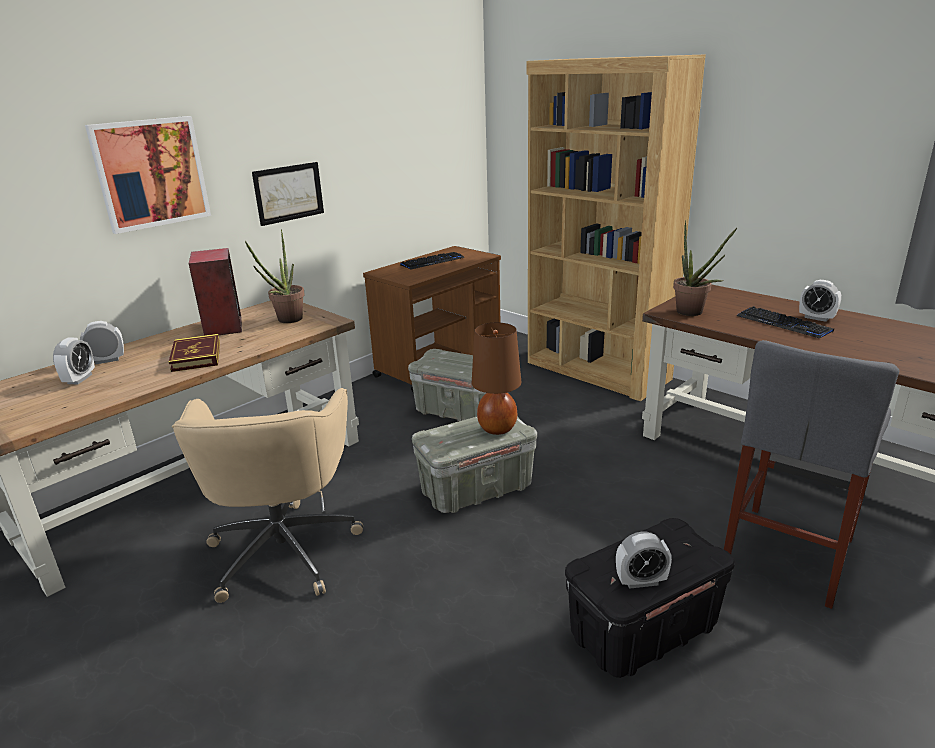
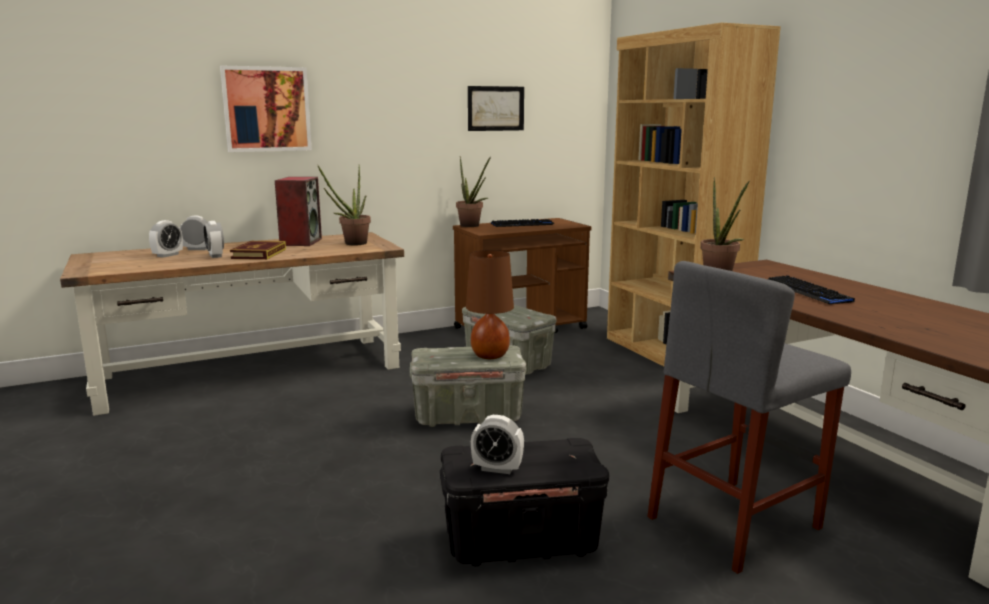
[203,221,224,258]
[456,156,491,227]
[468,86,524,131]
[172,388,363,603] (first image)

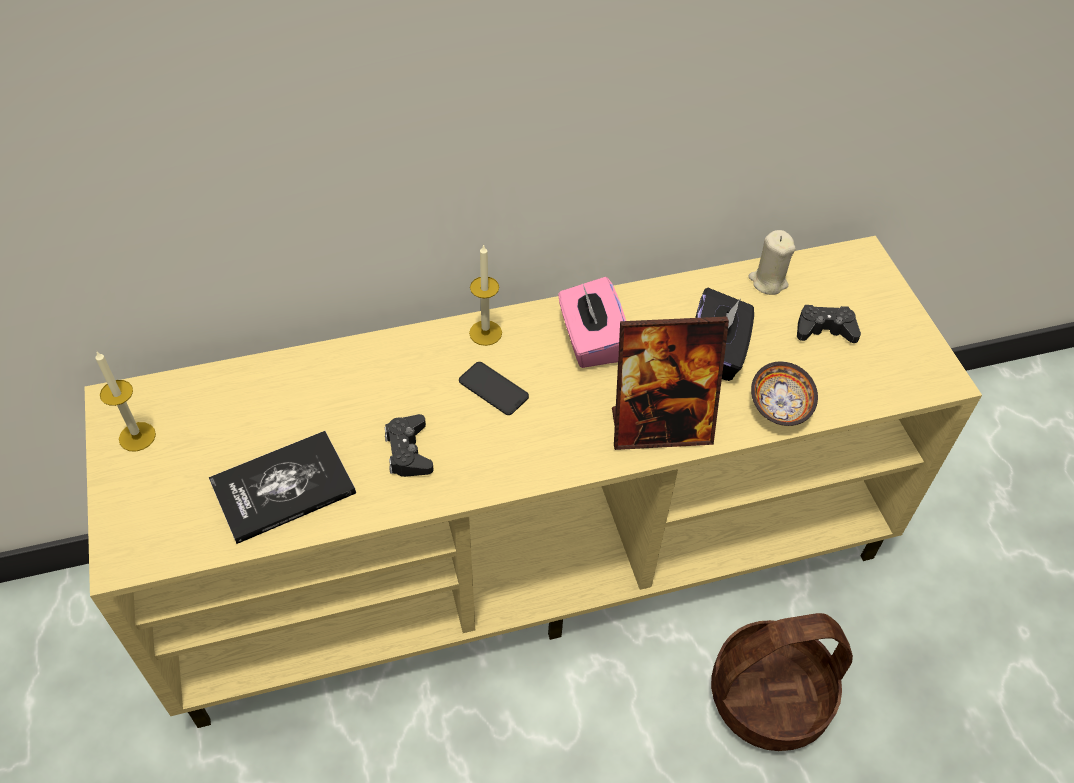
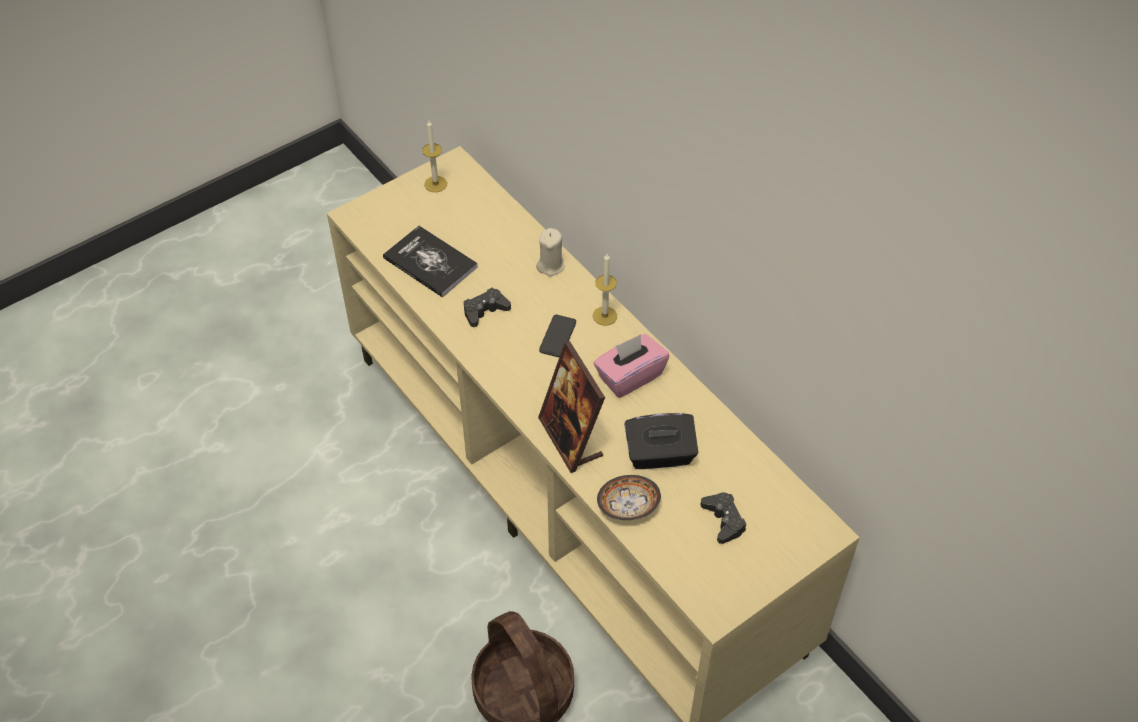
[536,228,565,276]

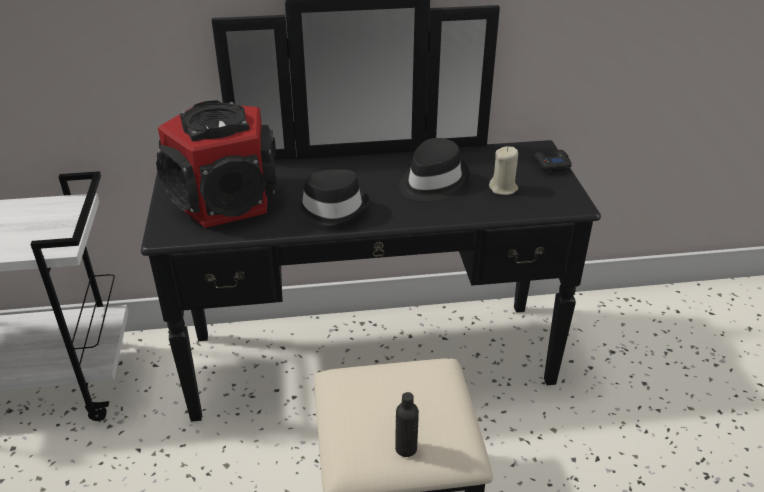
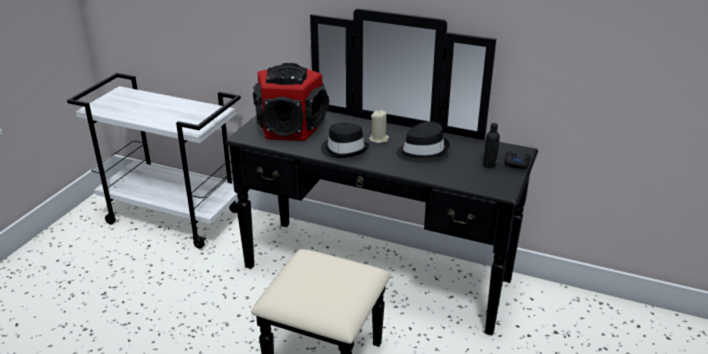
[369,110,389,143]
[483,123,500,168]

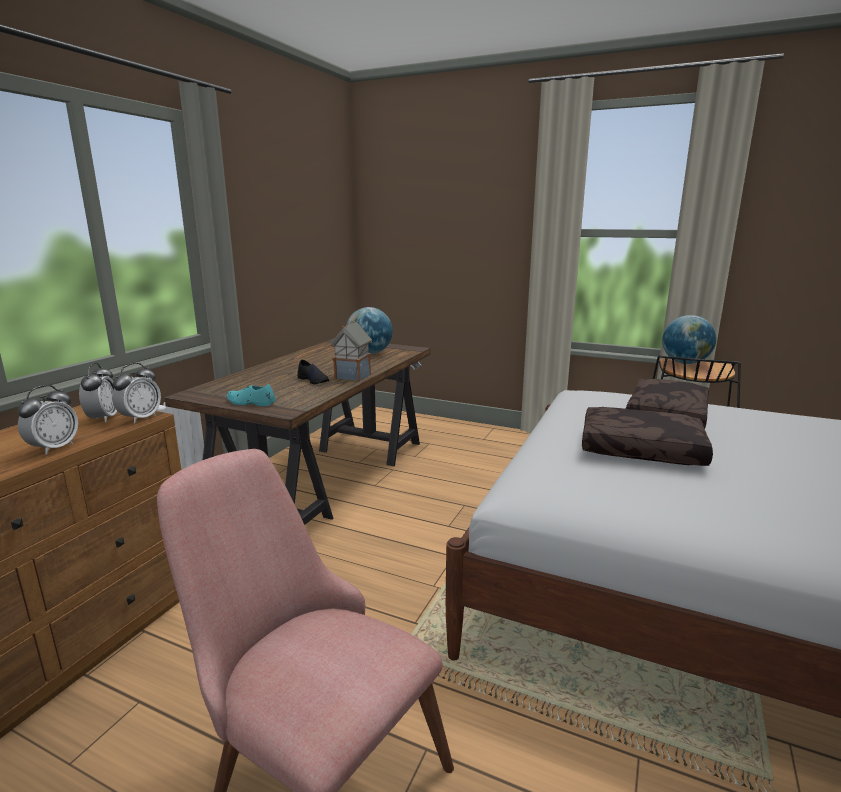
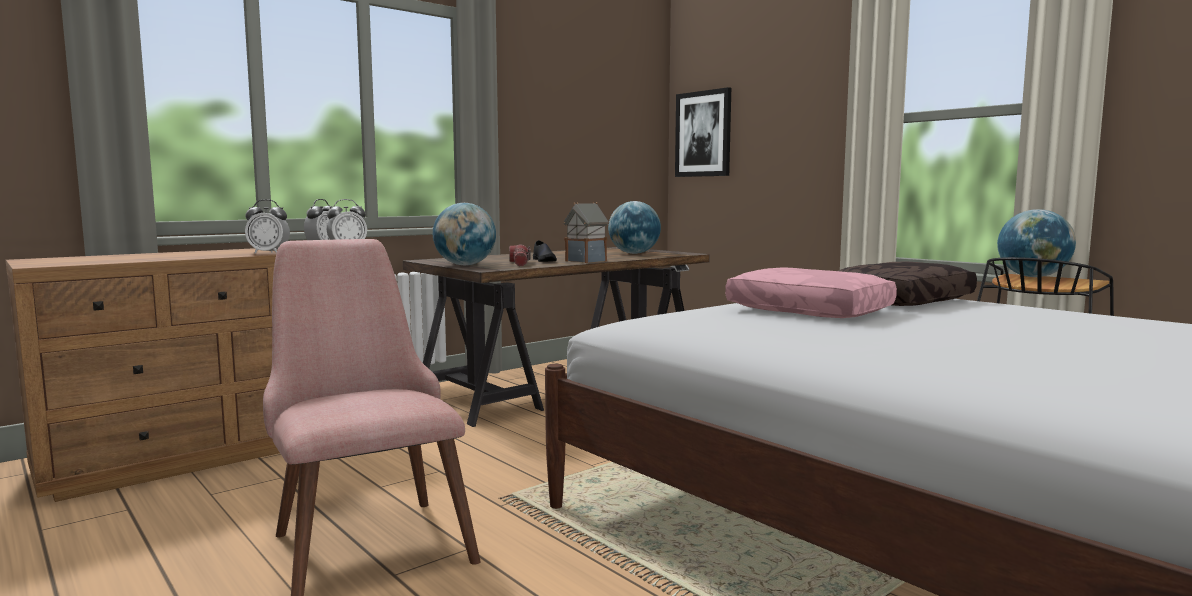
[245,199,290,254]
[433,203,496,265]
[509,245,531,266]
[675,87,731,177]
[725,268,897,318]

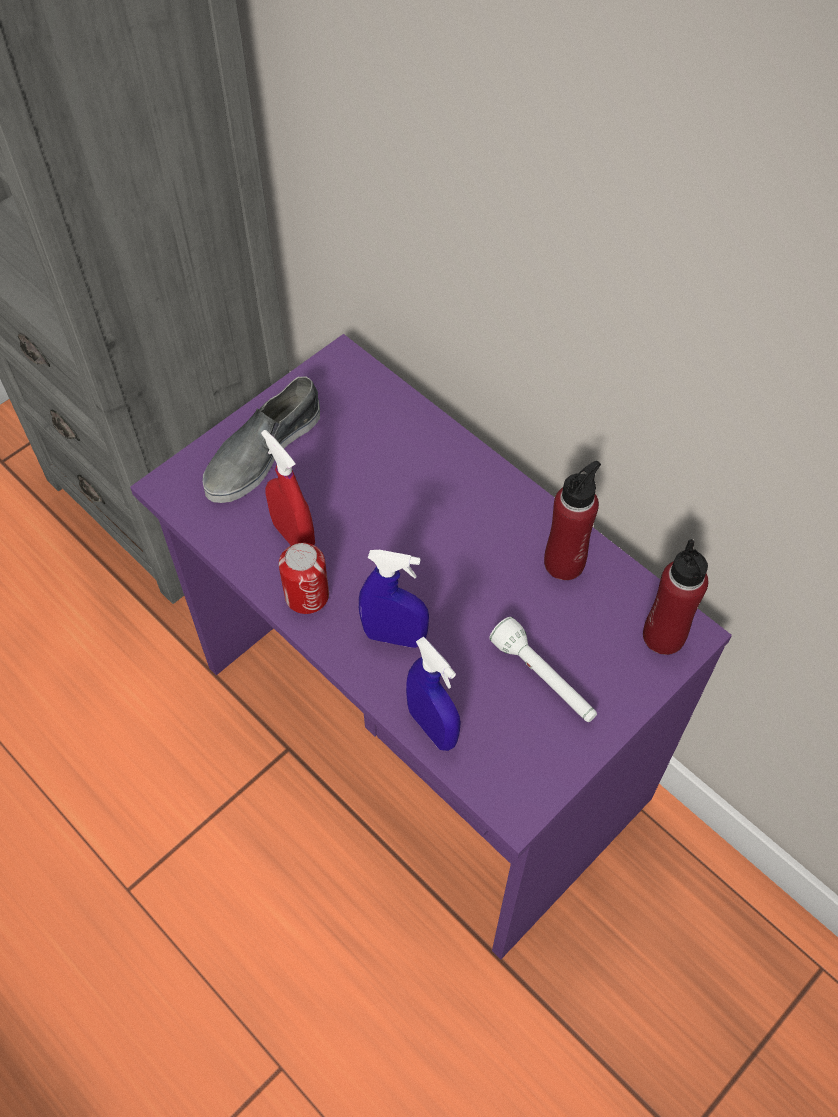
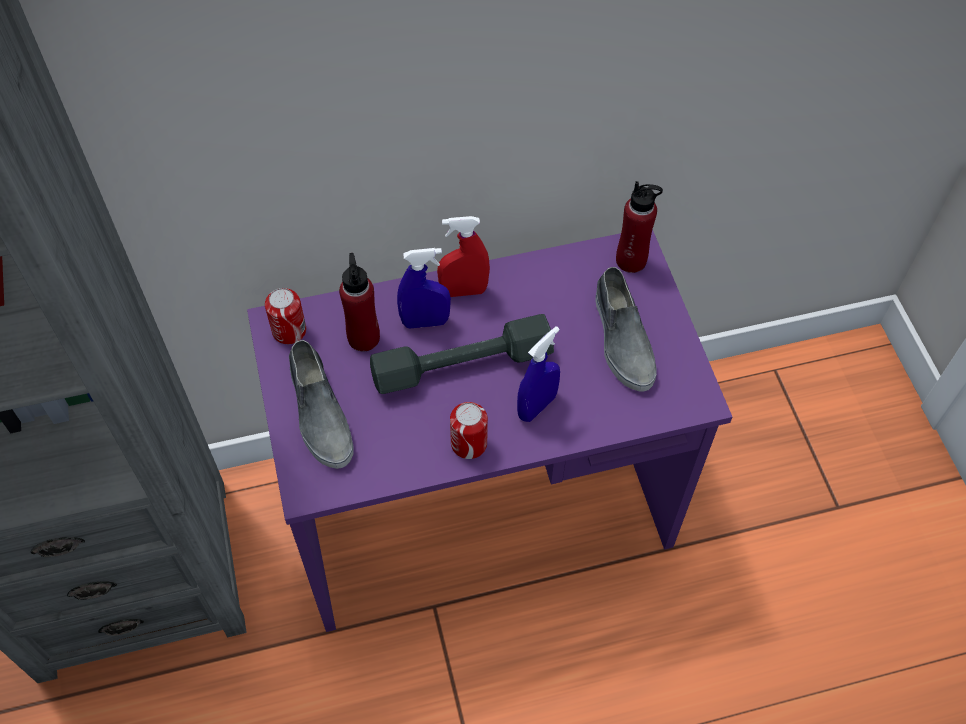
[265,288,306,344]
[339,253,380,351]
[370,314,554,394]
[397,248,451,328]
[437,216,490,297]
[595,267,657,392]

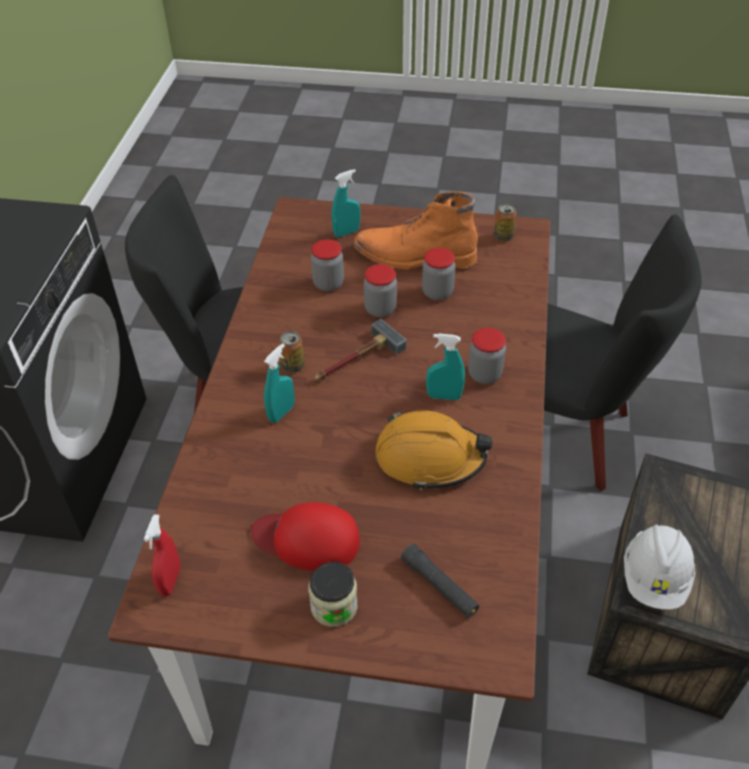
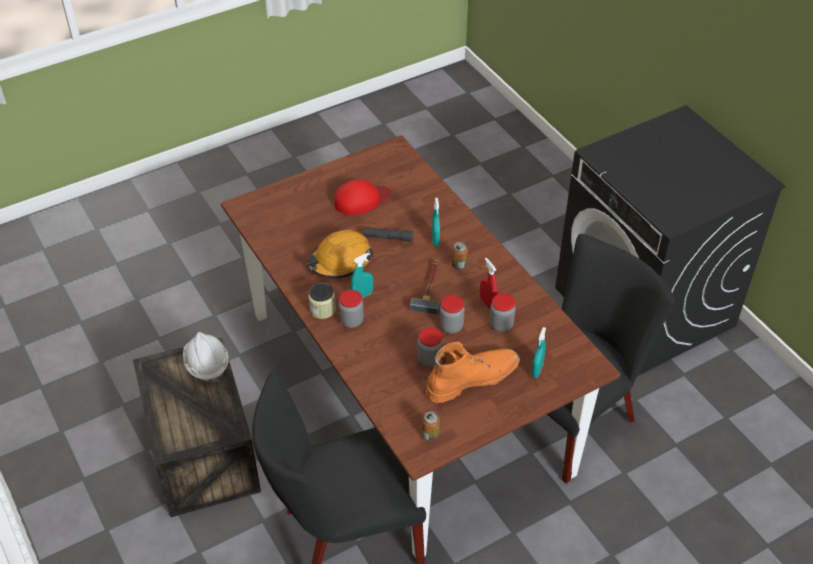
[308,282,336,319]
[364,227,413,242]
[480,258,498,309]

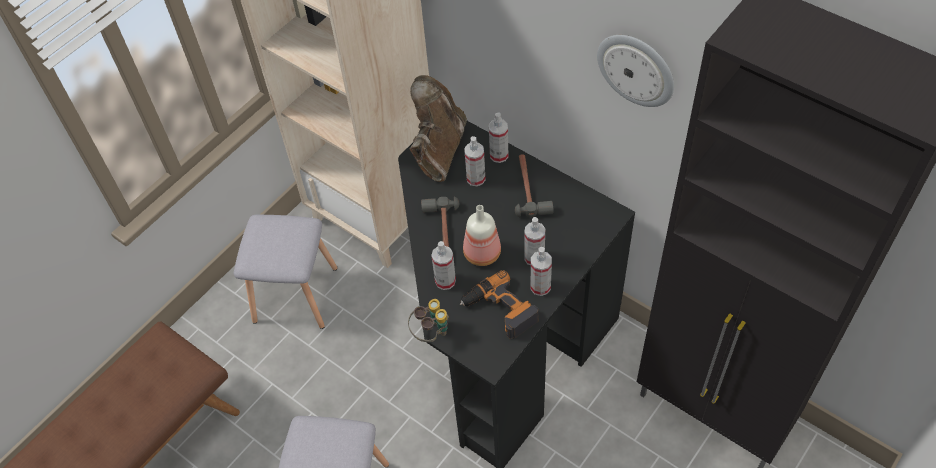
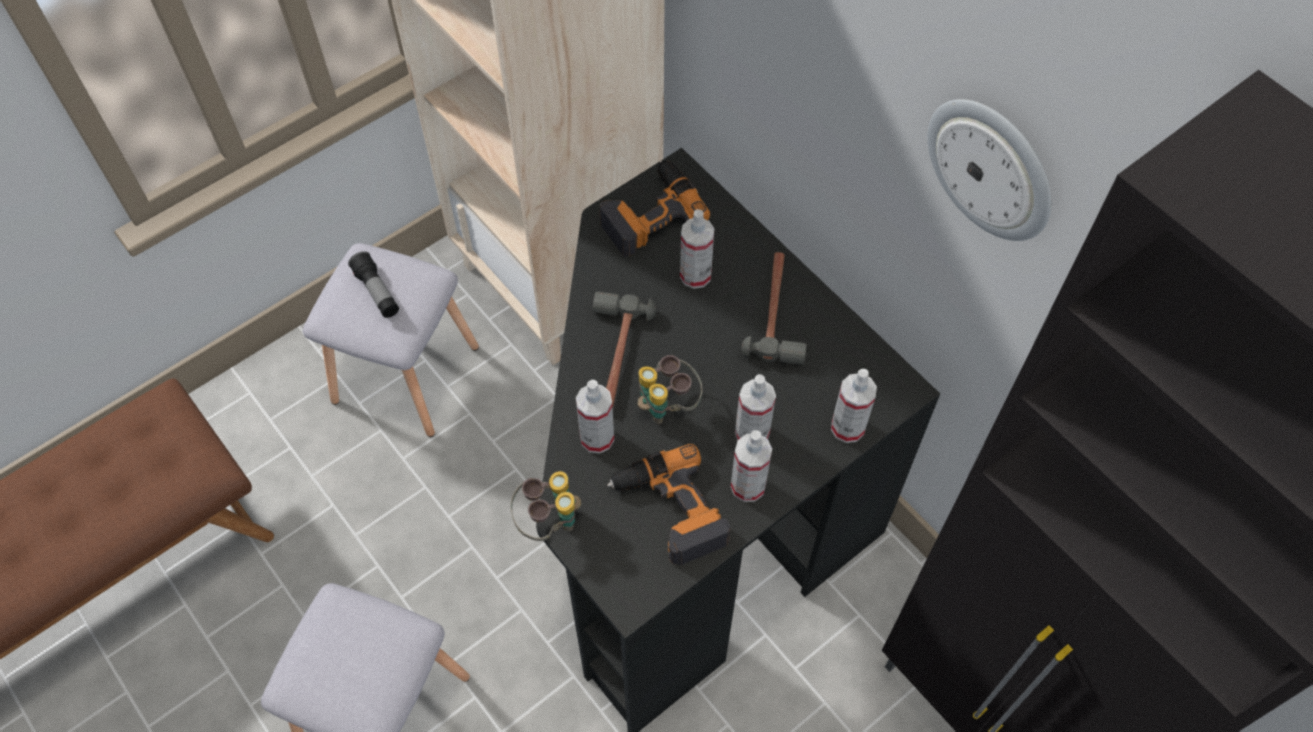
[348,251,399,318]
[600,161,710,257]
[638,355,702,424]
[831,369,877,443]

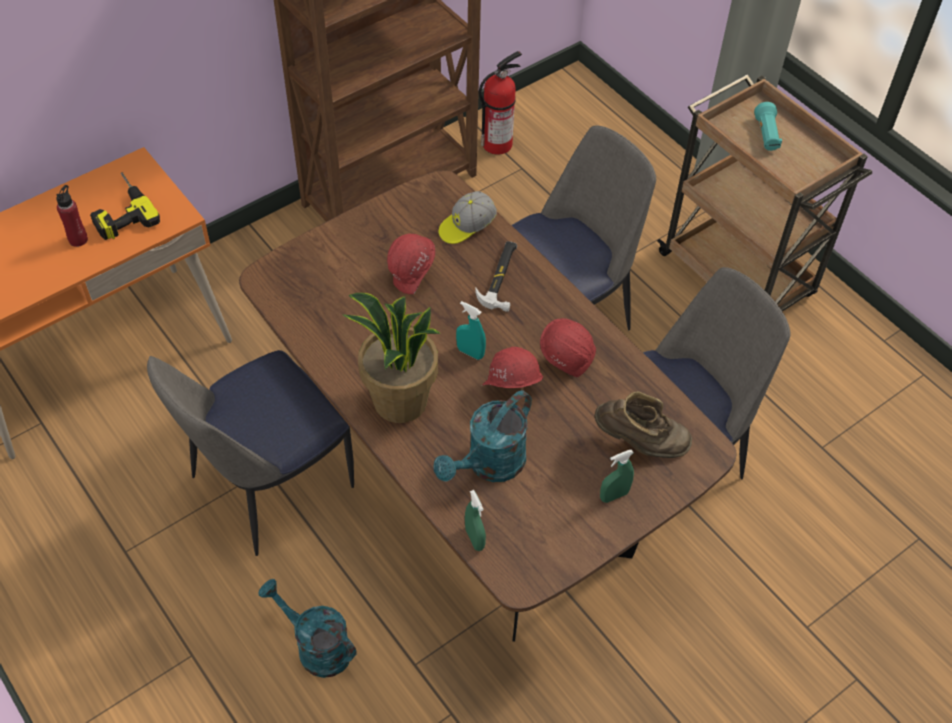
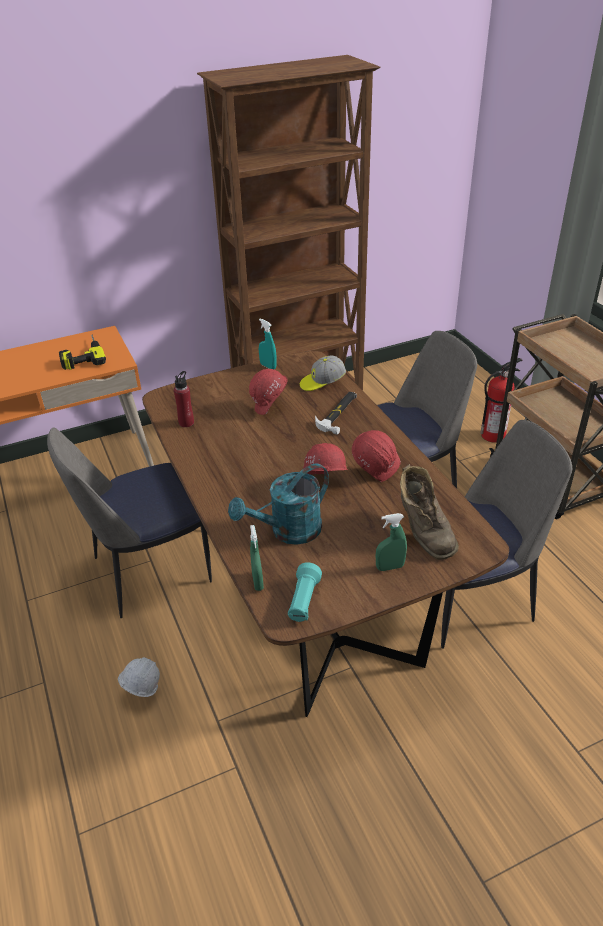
[118,657,160,697]
[174,371,194,427]
[259,319,277,369]
[288,562,322,622]
[400,464,459,560]
[480,358,523,443]
[342,293,440,423] (first image)

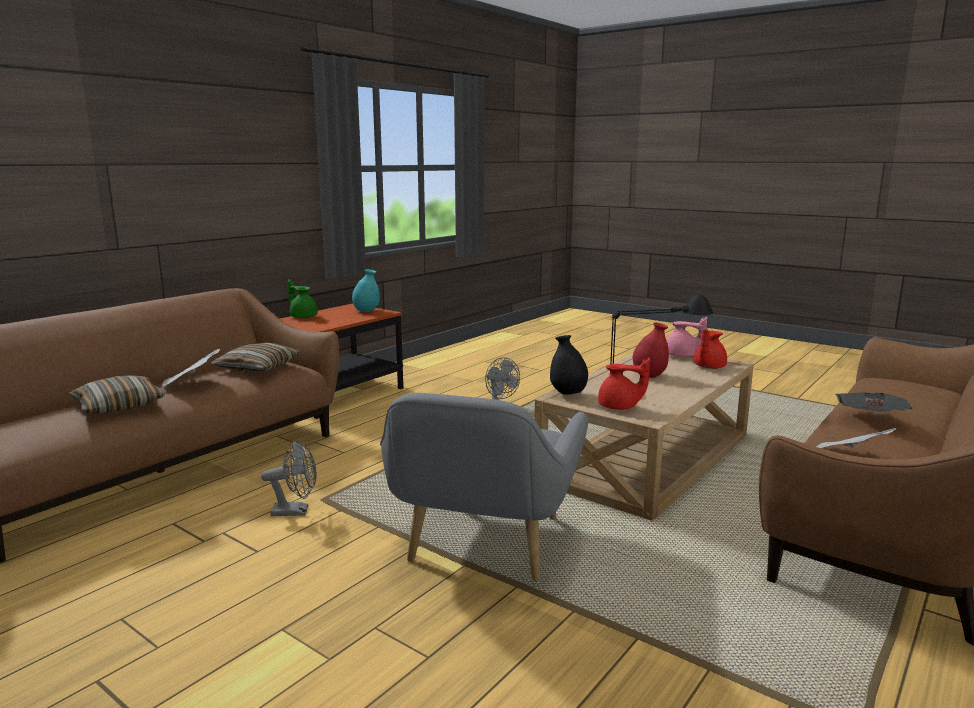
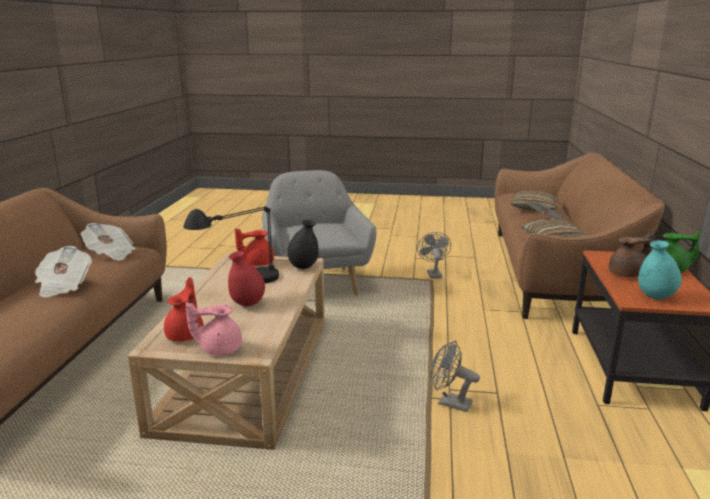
[417,232,451,279]
[609,229,655,277]

